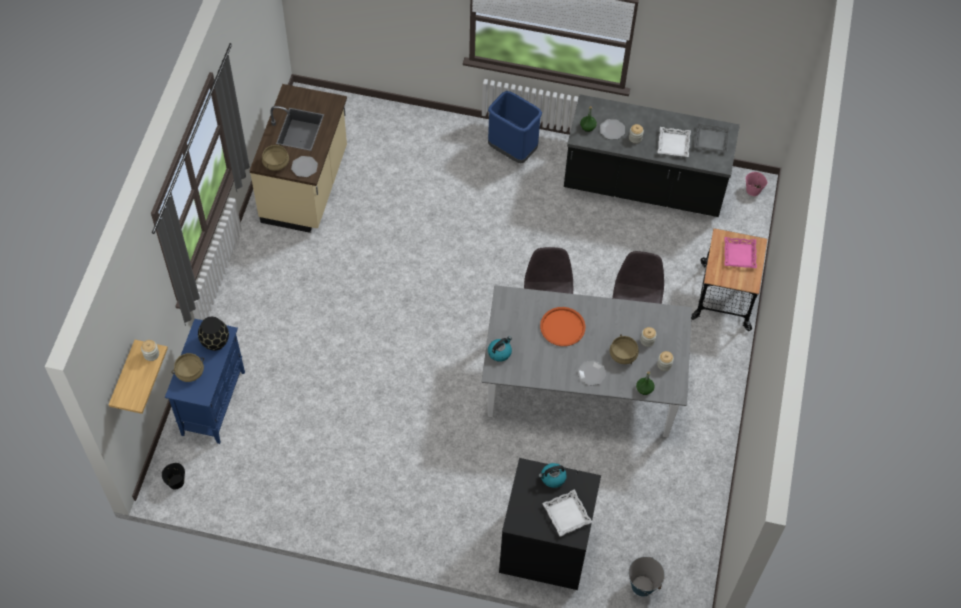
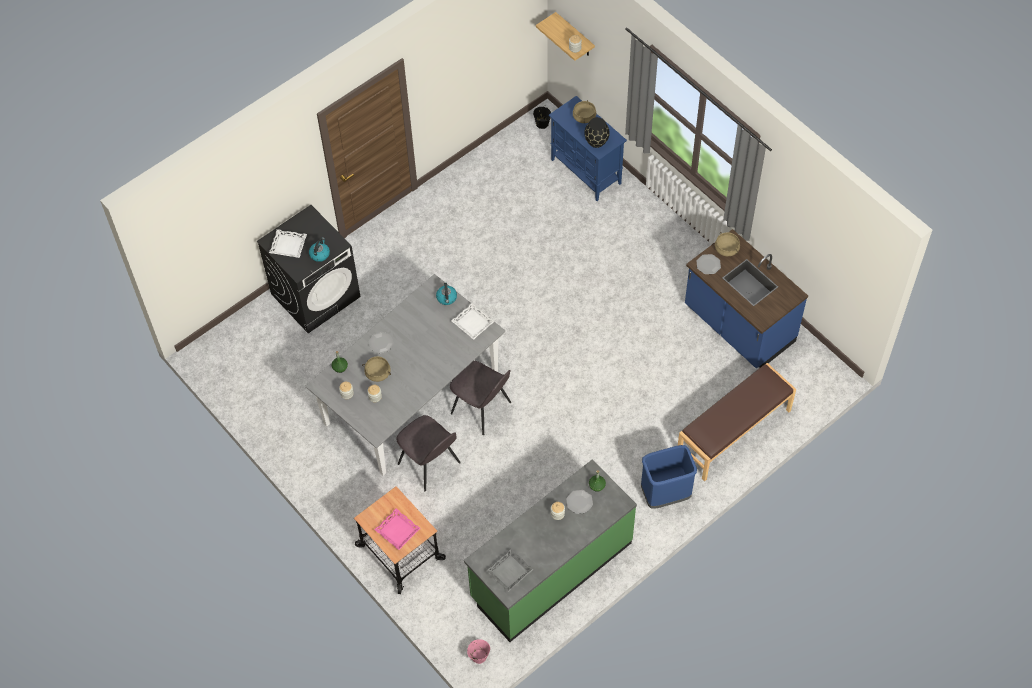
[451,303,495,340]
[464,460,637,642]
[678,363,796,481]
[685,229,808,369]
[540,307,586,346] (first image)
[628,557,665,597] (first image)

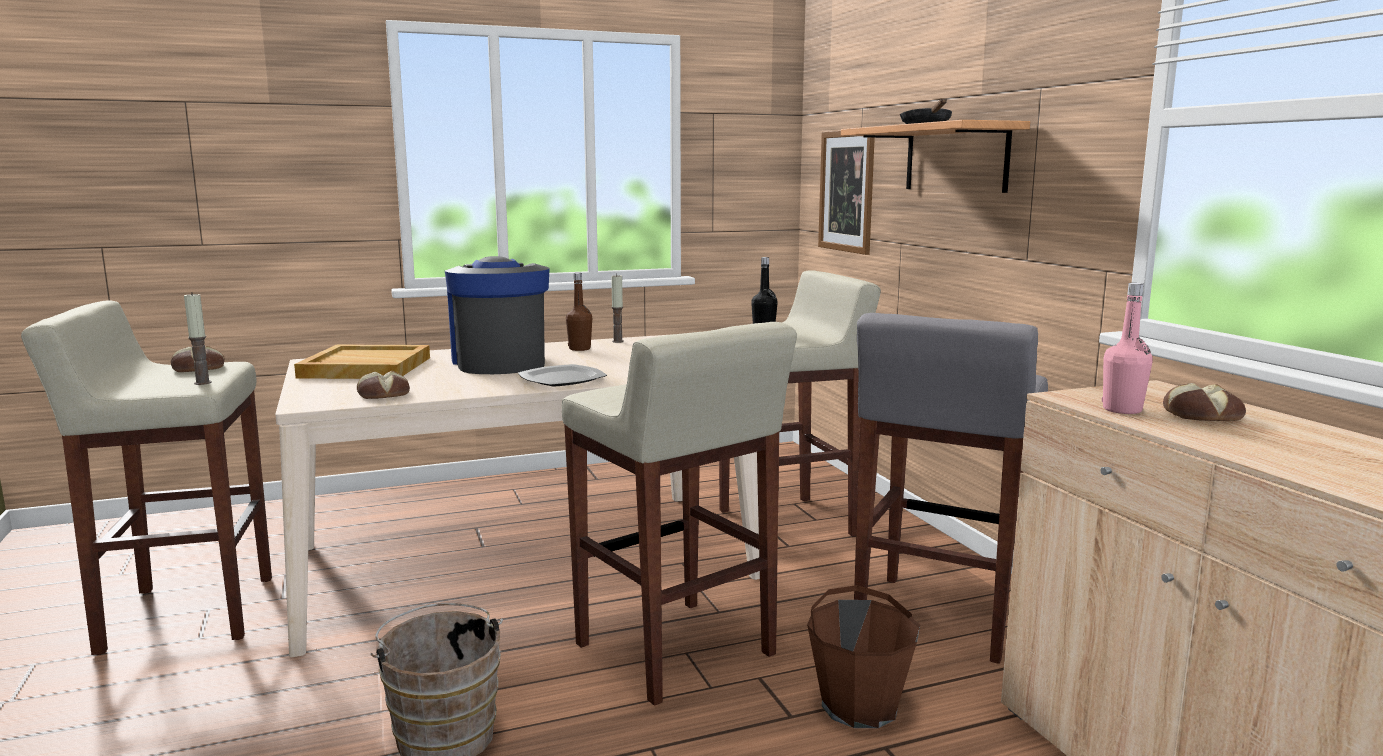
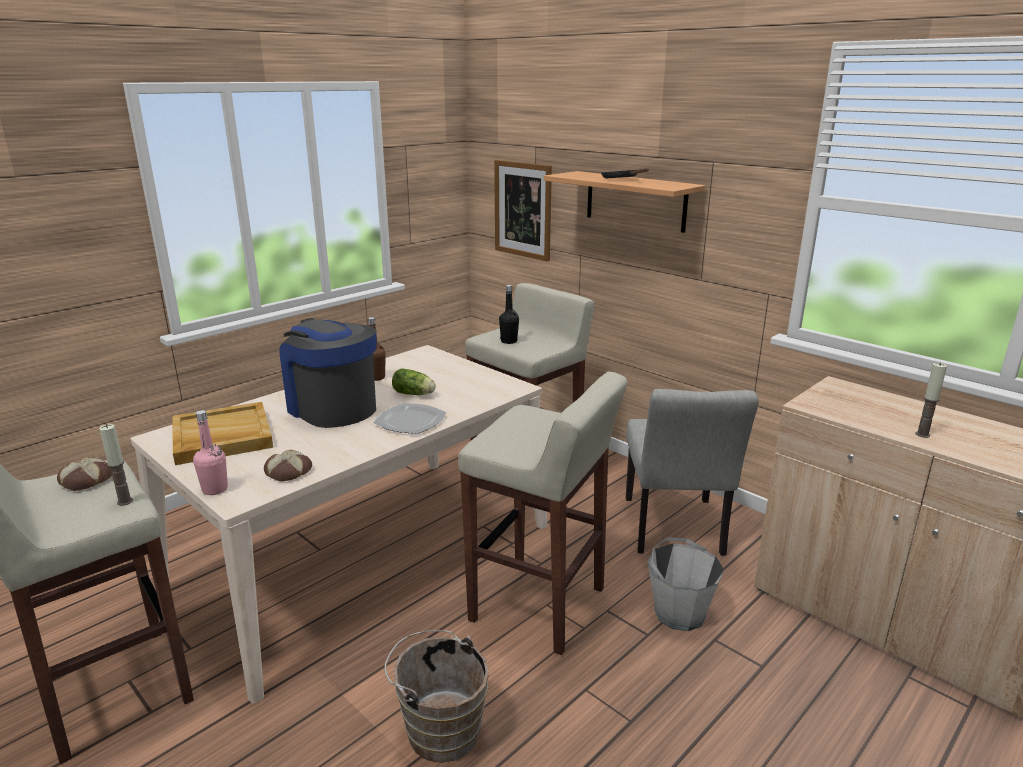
[193,410,228,495]
[392,368,436,395]
[626,389,759,556]
[648,537,724,631]
[915,363,947,438]
[1163,383,1246,421] (first image)

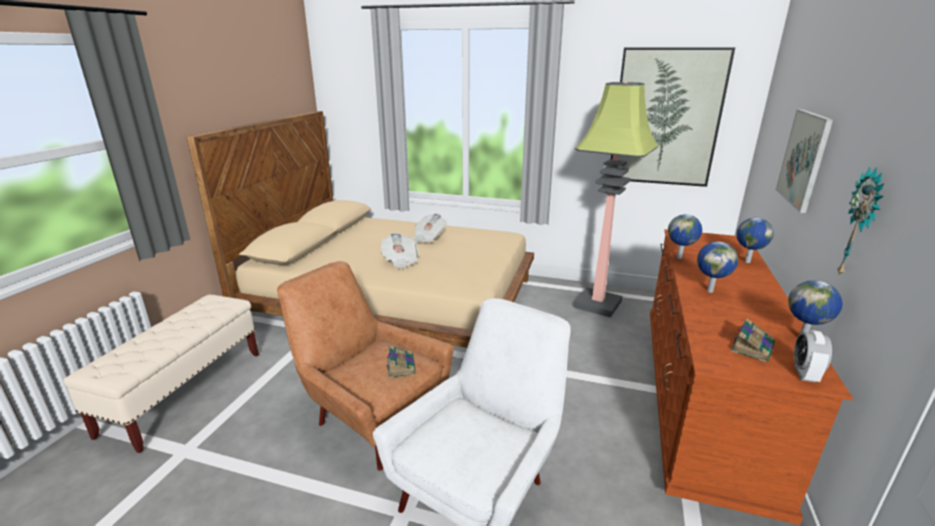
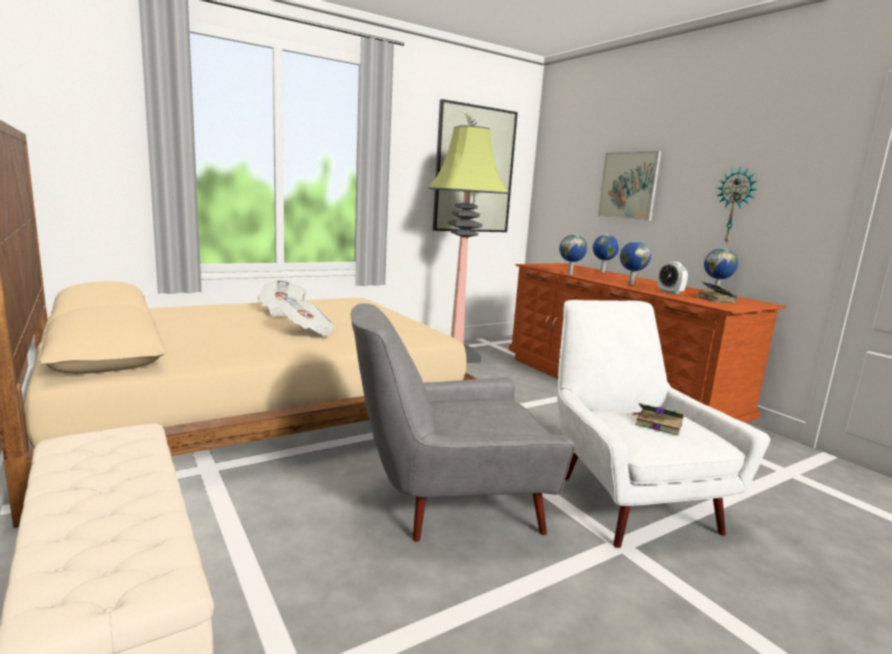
[351,303,575,542]
[633,403,684,436]
[658,261,688,294]

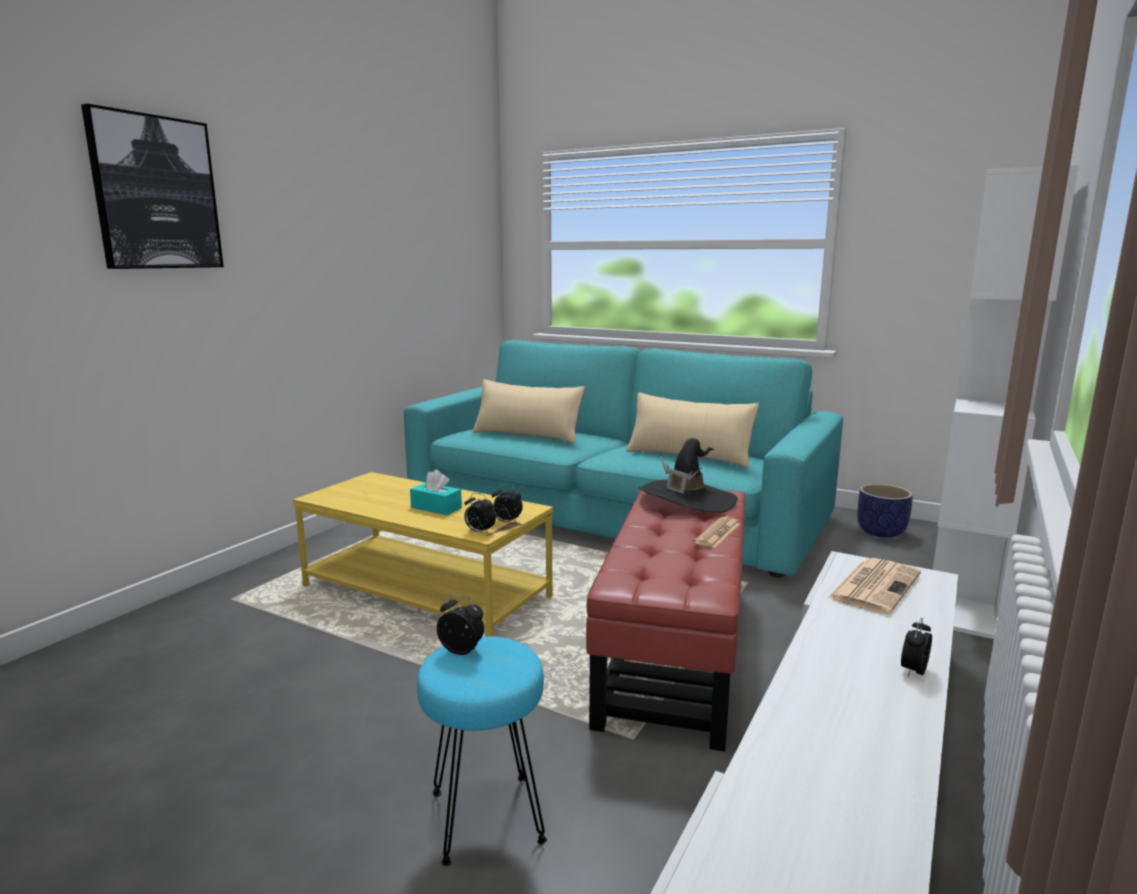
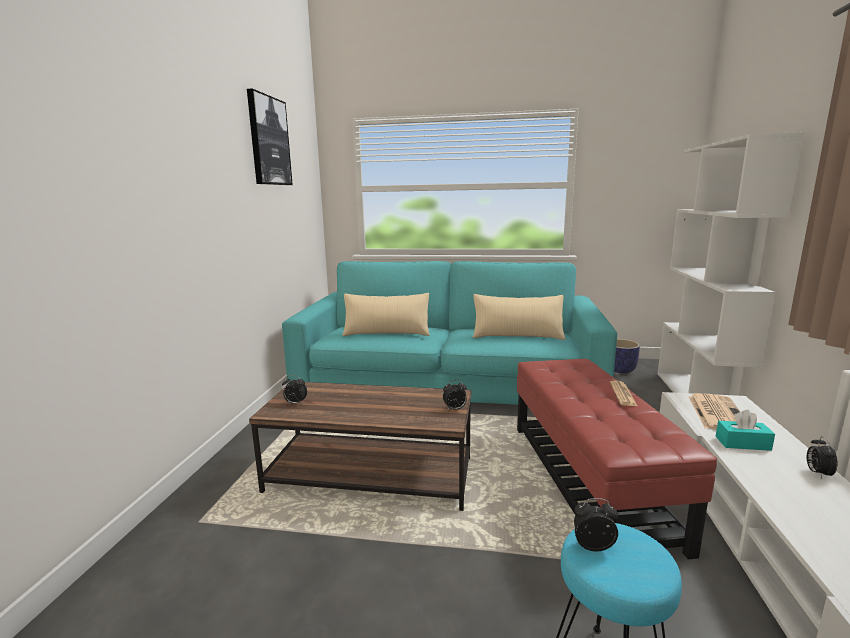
[247,89,293,185]
[249,382,471,511]
[282,375,307,404]
[716,410,775,451]
[639,438,738,513] (first image)

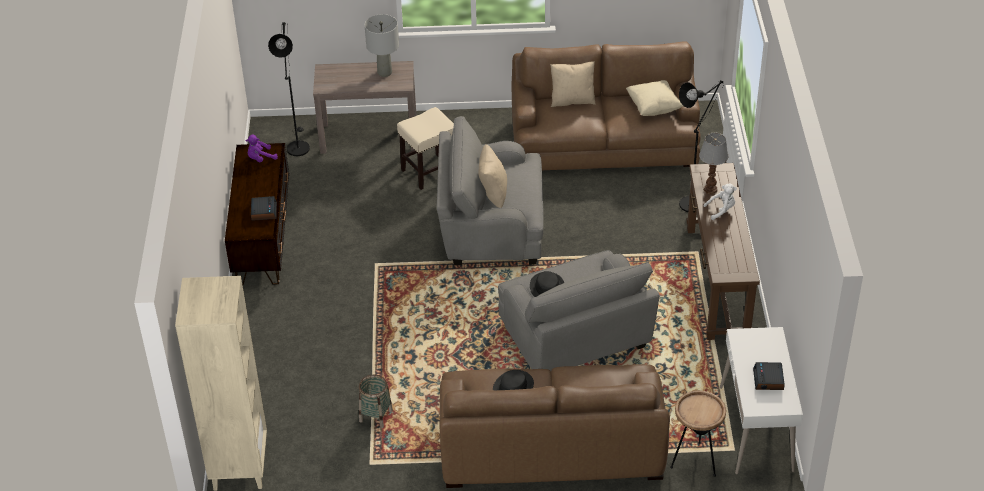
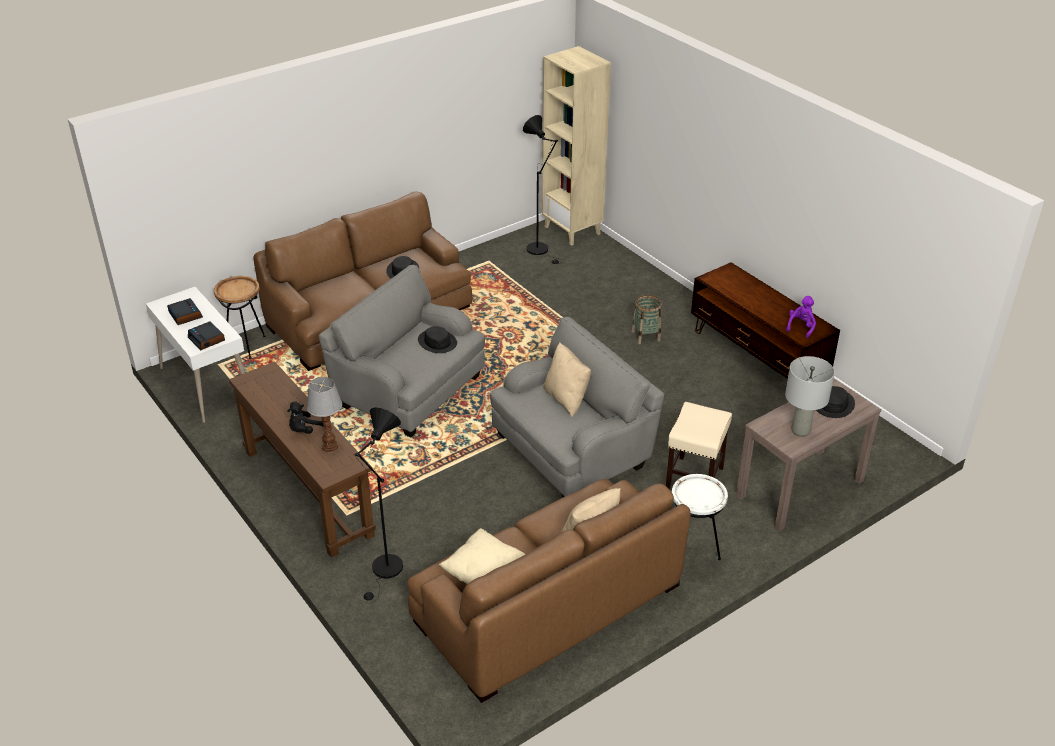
[188,322,225,350]
[287,402,324,434]
[523,115,562,264]
[632,295,662,344]
[672,474,728,560]
[816,386,855,418]

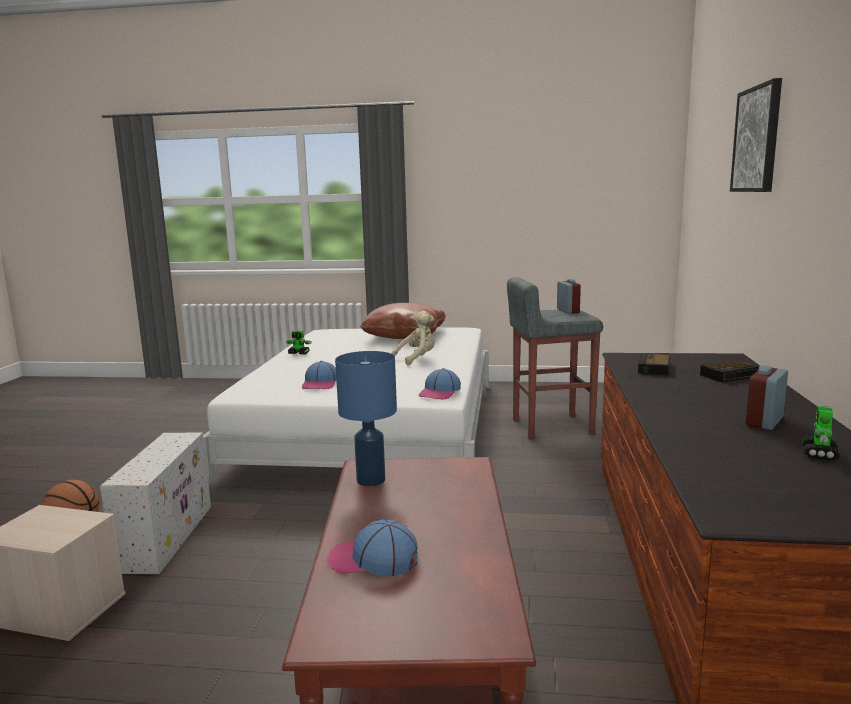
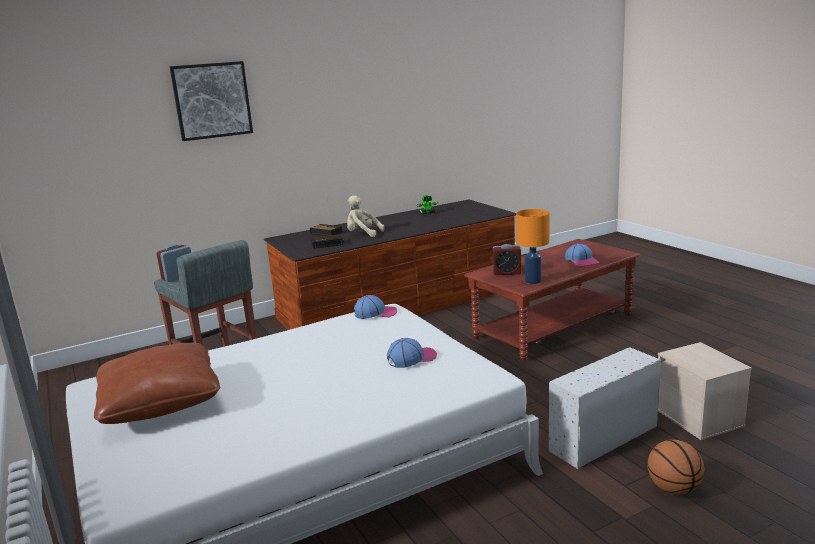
[347,195,385,237]
[493,244,521,275]
[516,209,549,284]
[285,331,311,354] (first image)

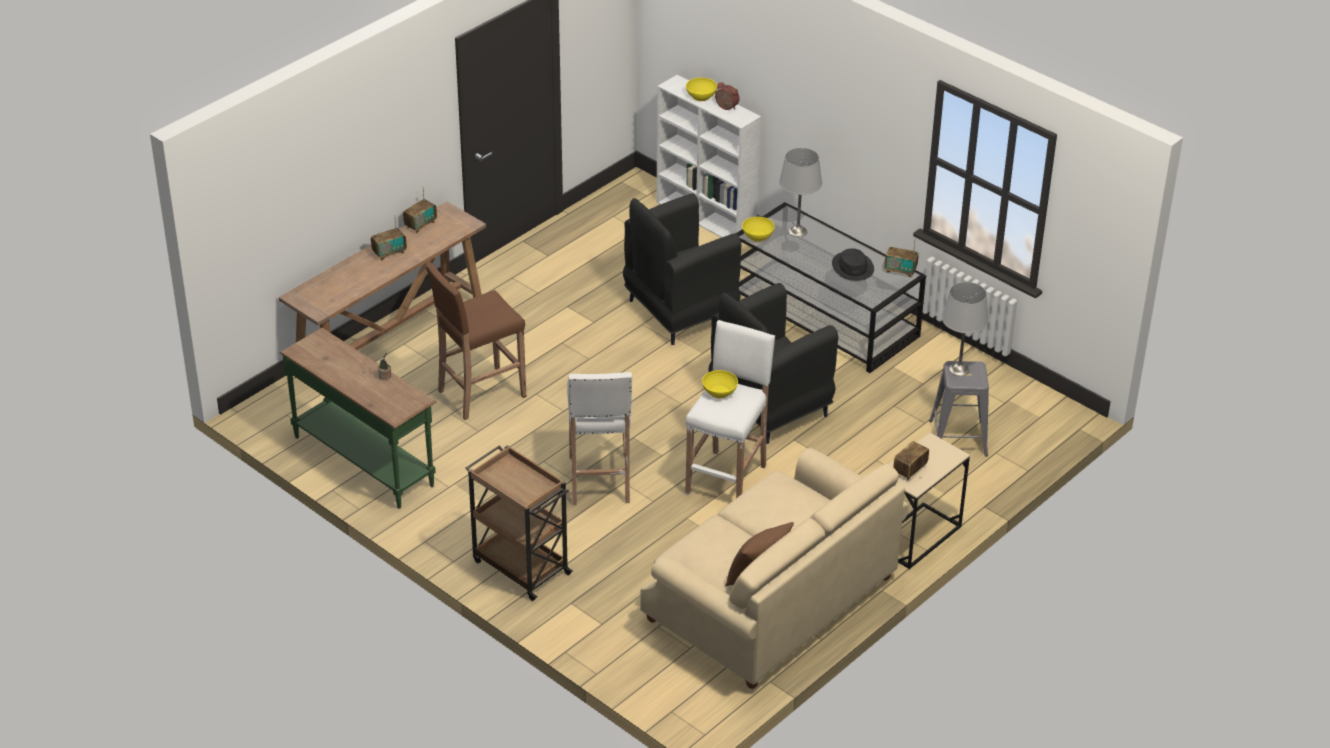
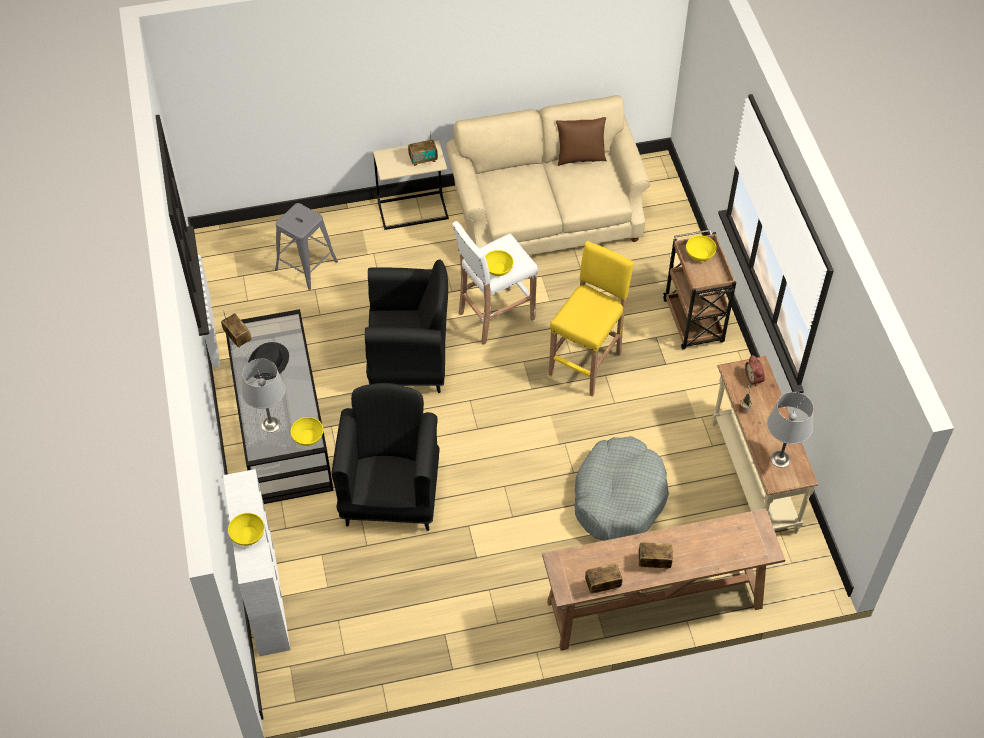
[331,383,440,531]
[548,241,634,397]
[575,436,669,541]
[686,235,717,261]
[712,356,818,534]
[745,355,765,387]
[767,392,814,468]

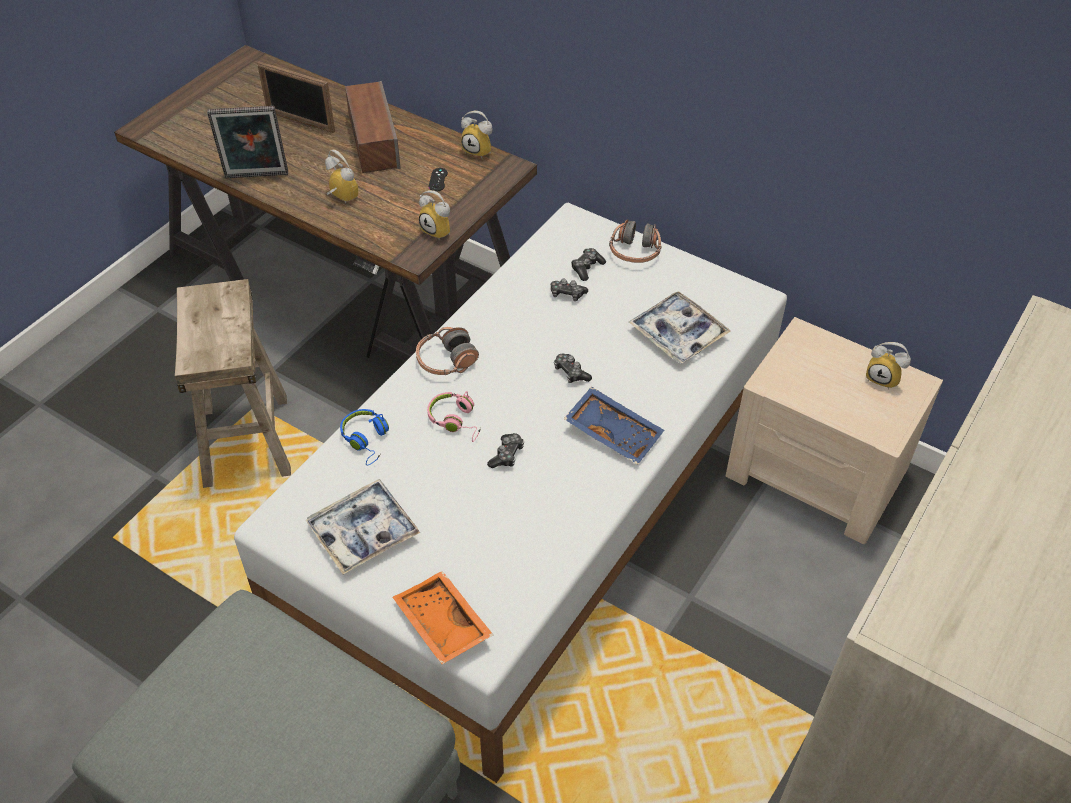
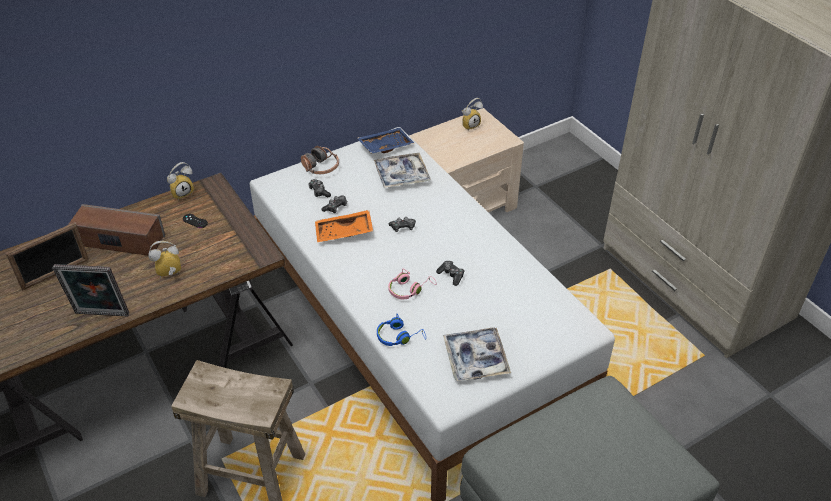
[52,264,129,317]
[315,210,373,242]
[357,128,414,154]
[416,327,479,375] (first image)
[419,190,450,239] (first image)

